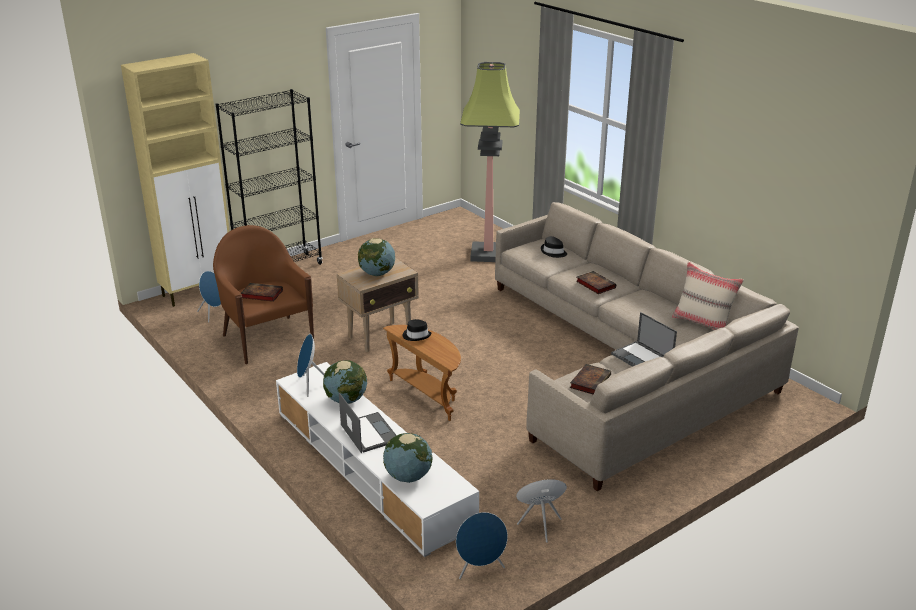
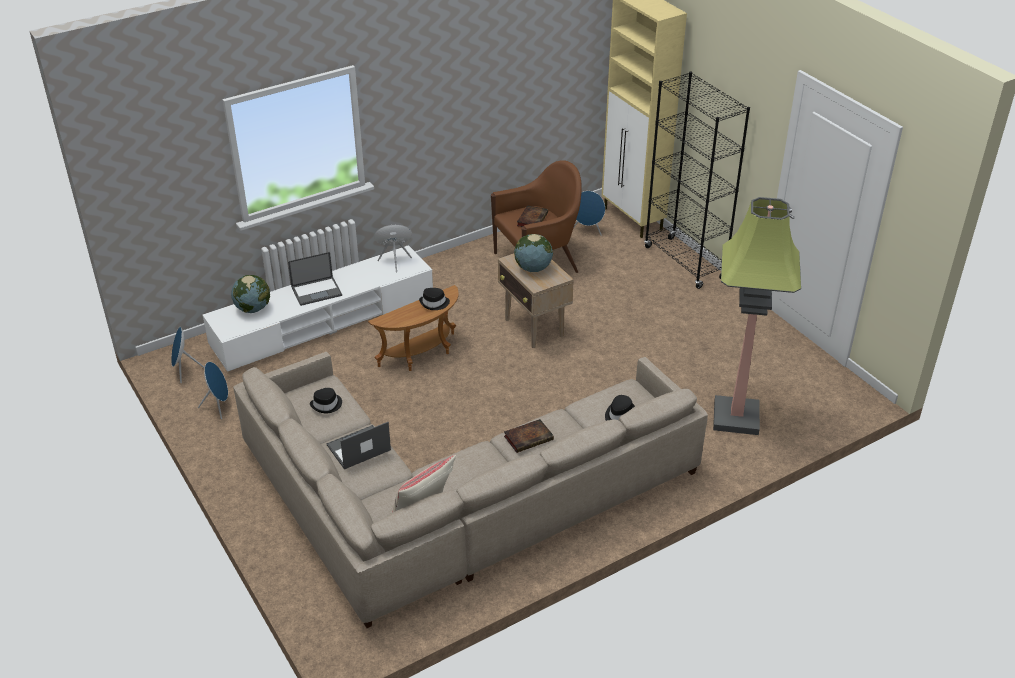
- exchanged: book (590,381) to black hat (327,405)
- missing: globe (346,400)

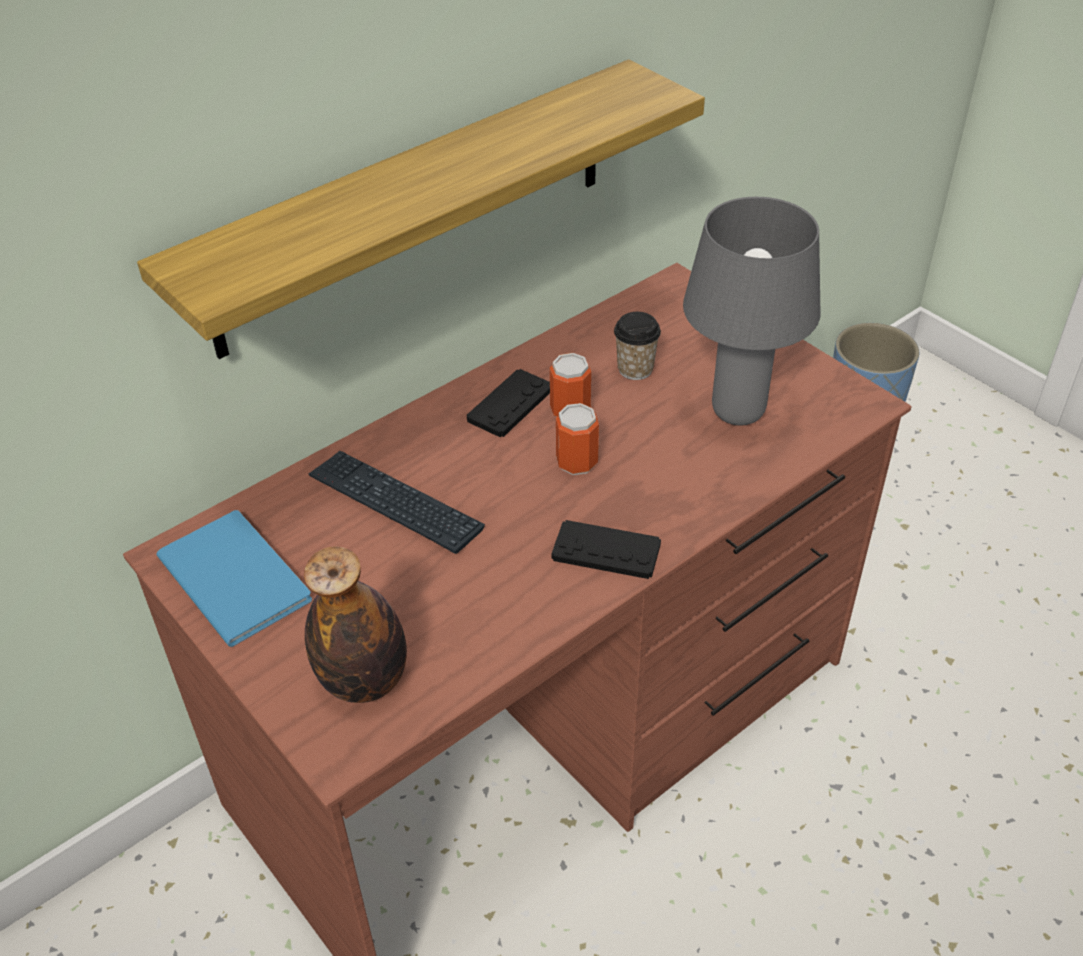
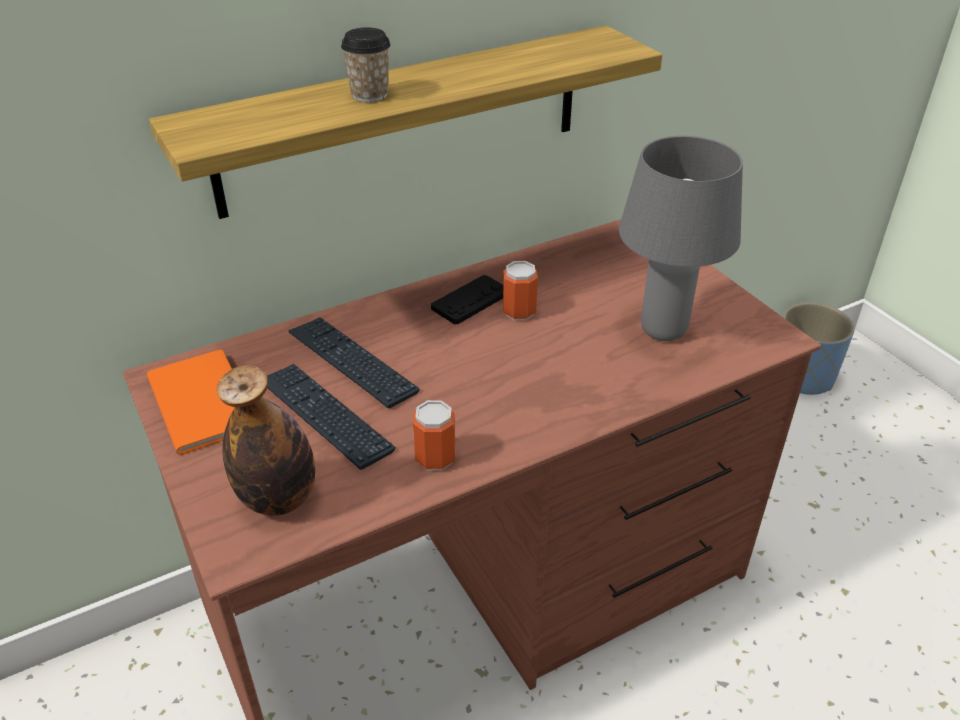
- colour: blue book (236,574) to orange book (204,399)
- appeared: keyboard (324,416)
- relocated: cup (635,369) to (369,95)
- relocated: can (577,462) to (435,458)
- missing: black game controller (606,551)

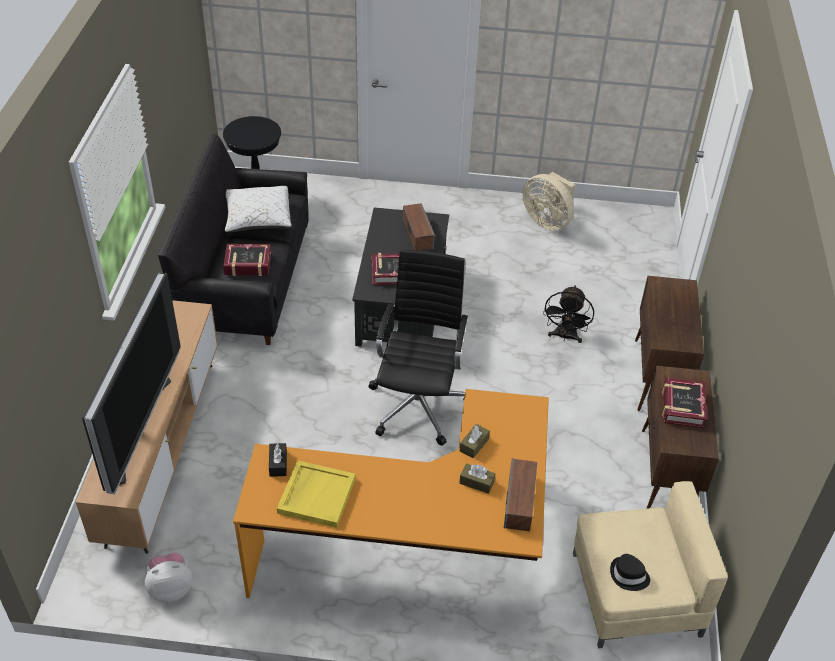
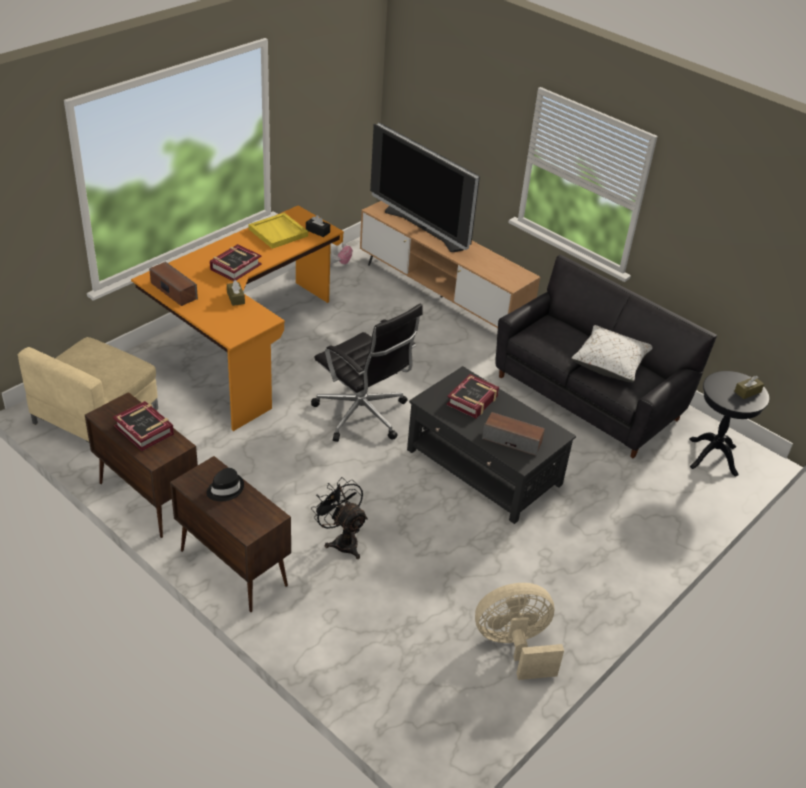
- relocated: black hat (628,576) to (225,489)
- relocated: book (248,264) to (235,267)
- relocated: brown tissue box (476,482) to (747,392)

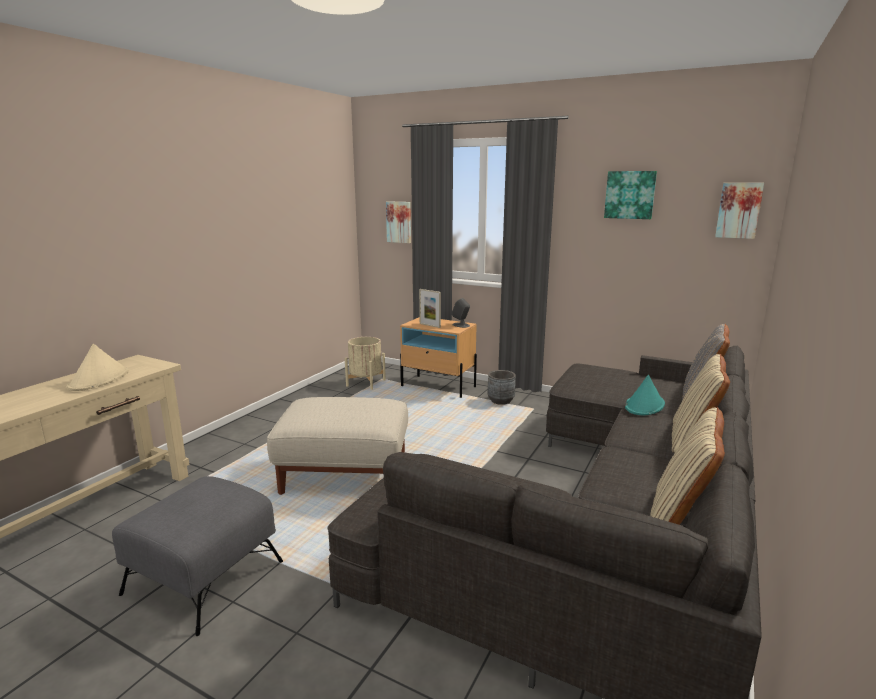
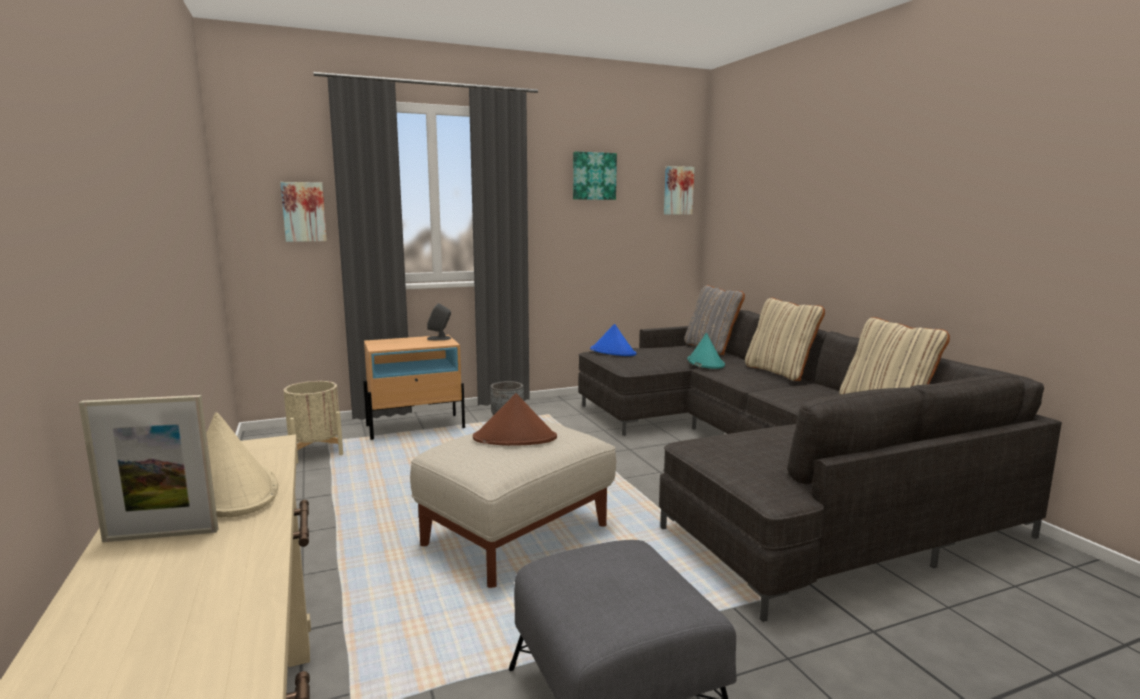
- relocated: picture frame (429,325) to (161,535)
- appeared: brown hat (515,438)
- appeared: blue hat (613,352)

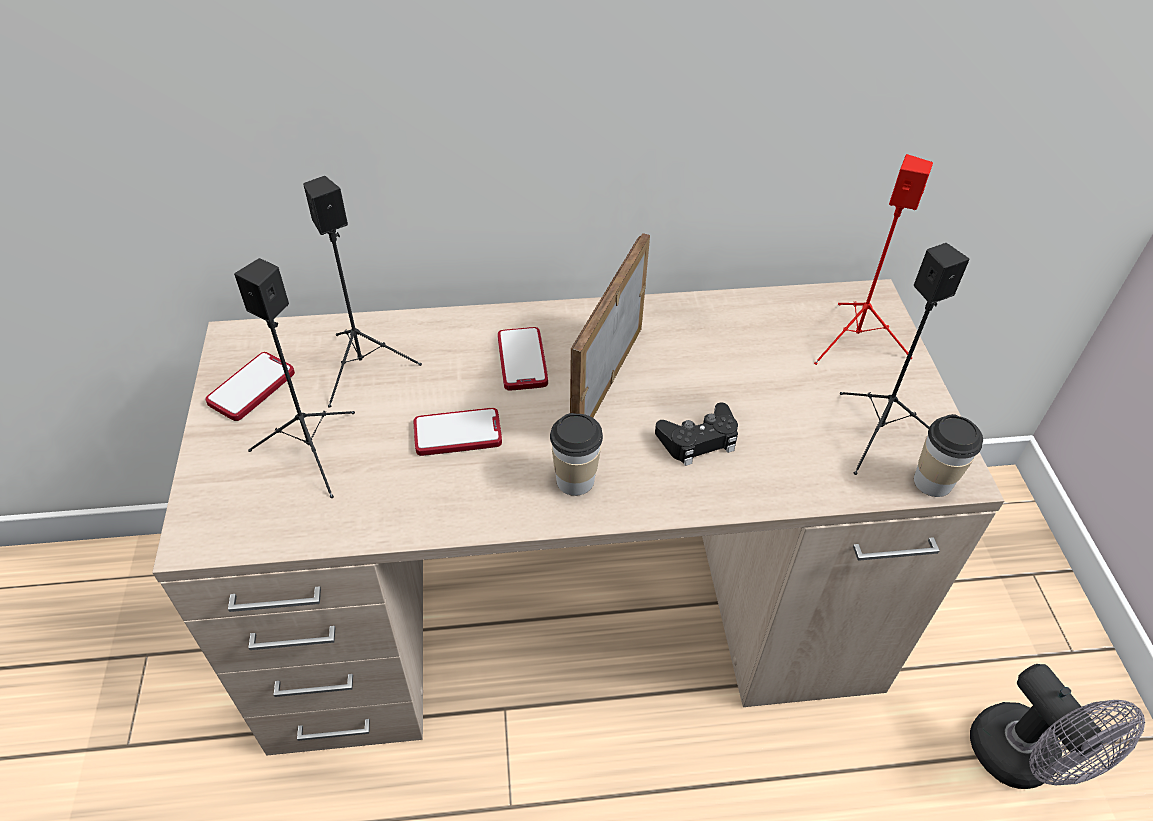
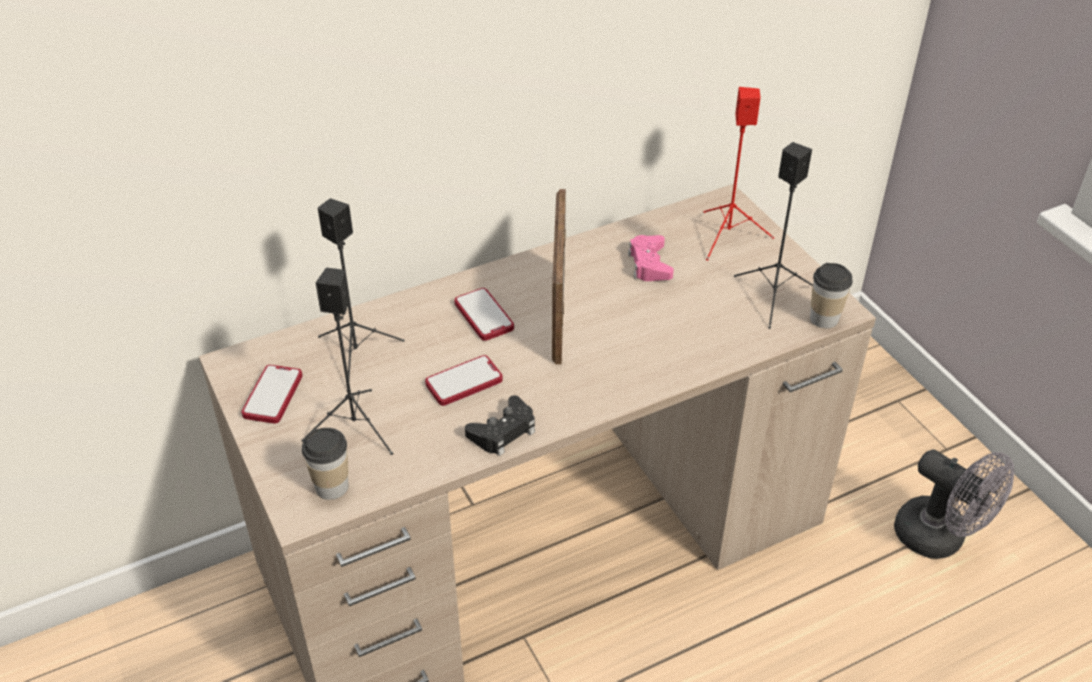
- relocated: cup (575,480) to (332,486)
- relocated: black game controller (698,440) to (503,432)
- appeared: pink game controller (649,264)

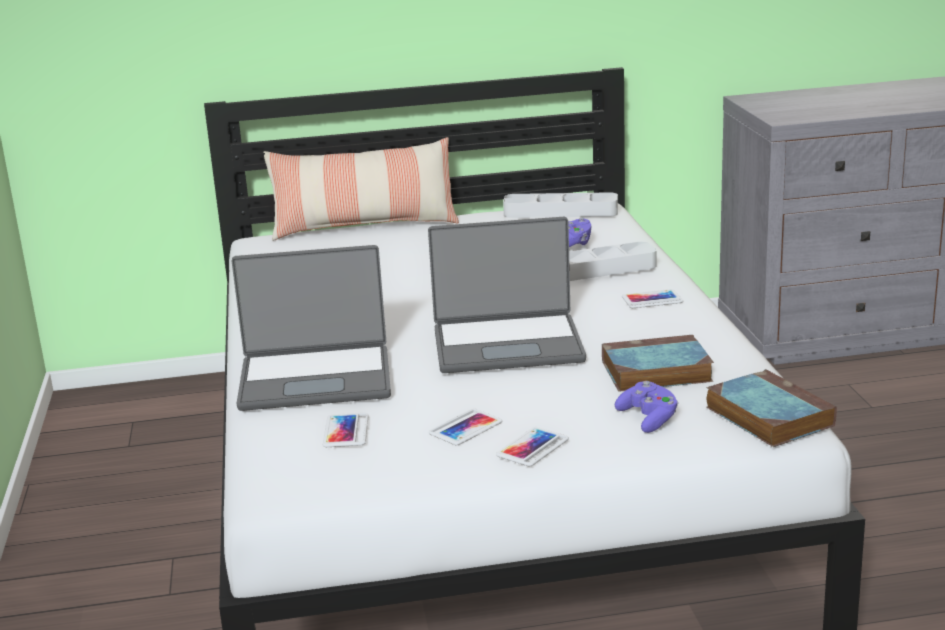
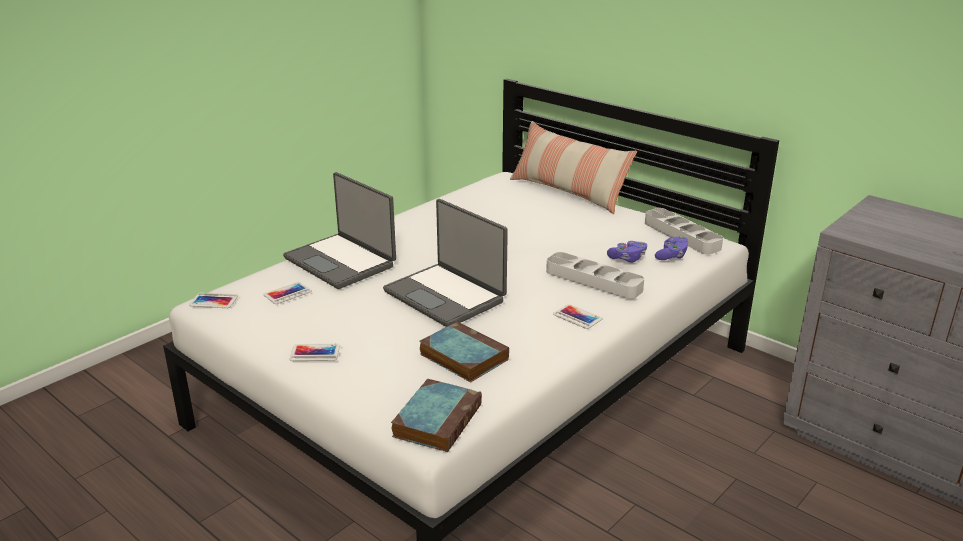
- relocated: phone (465,428) to (214,301)
- relocated: purple game controller (648,419) to (672,256)

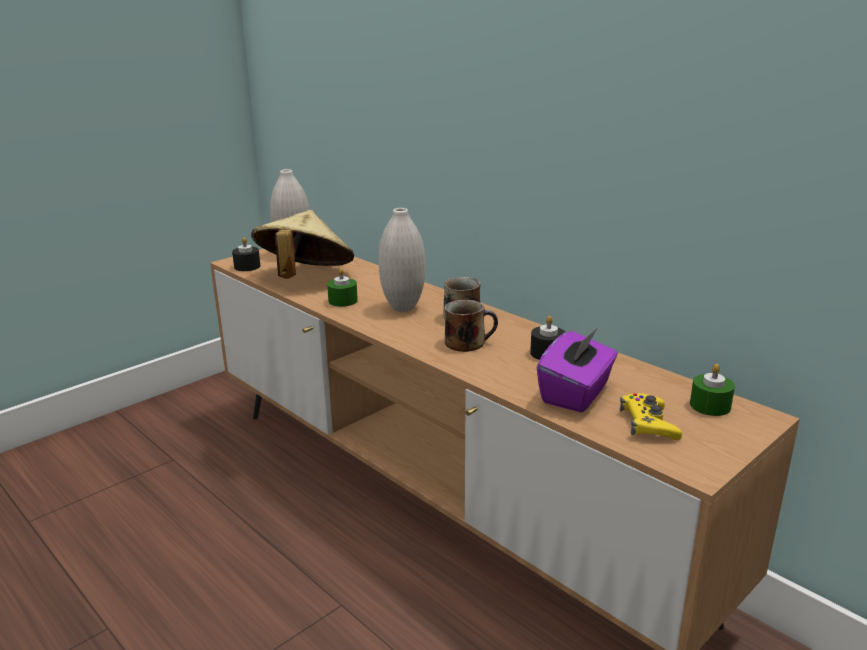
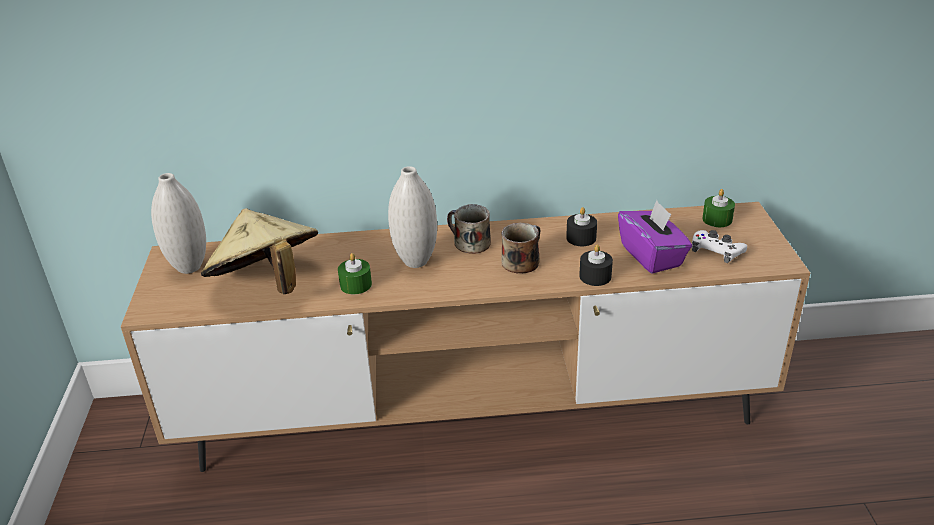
- relocated: black candle (247,266) to (595,276)
- colour: yellow game controller (648,424) to white game controller (716,251)

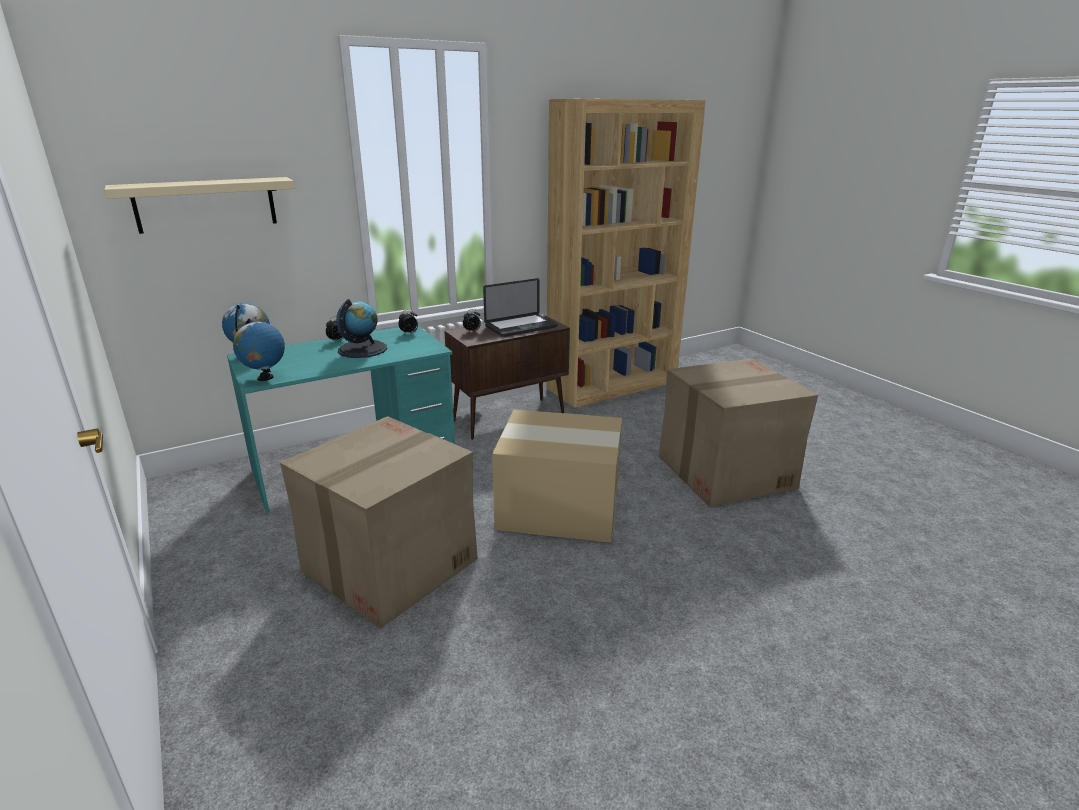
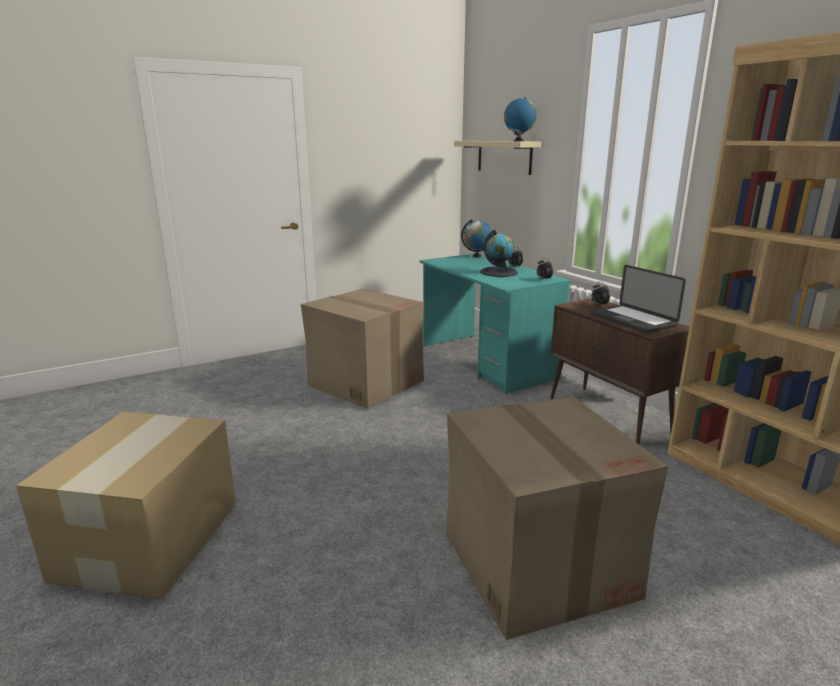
- relocated: cardboard box (557,507) to (151,538)
- relocated: globe (265,378) to (518,141)

